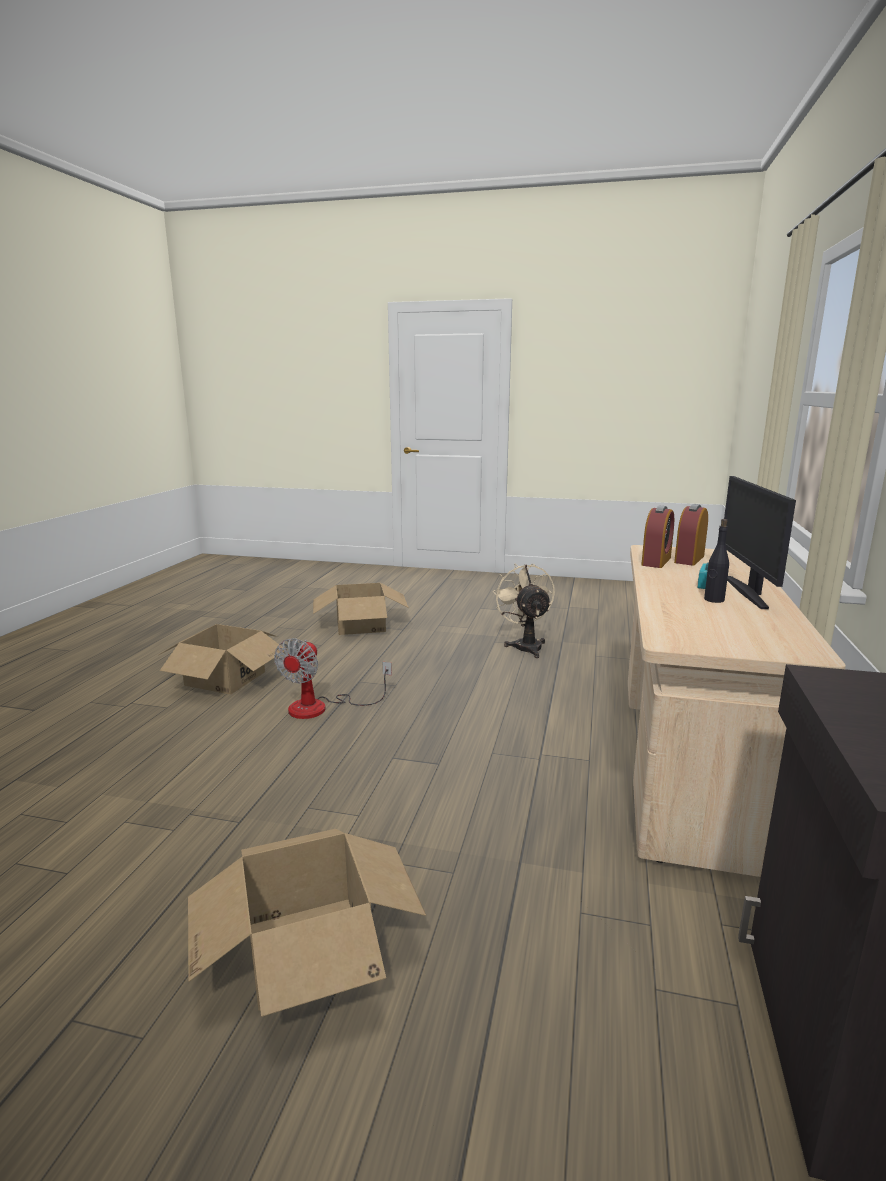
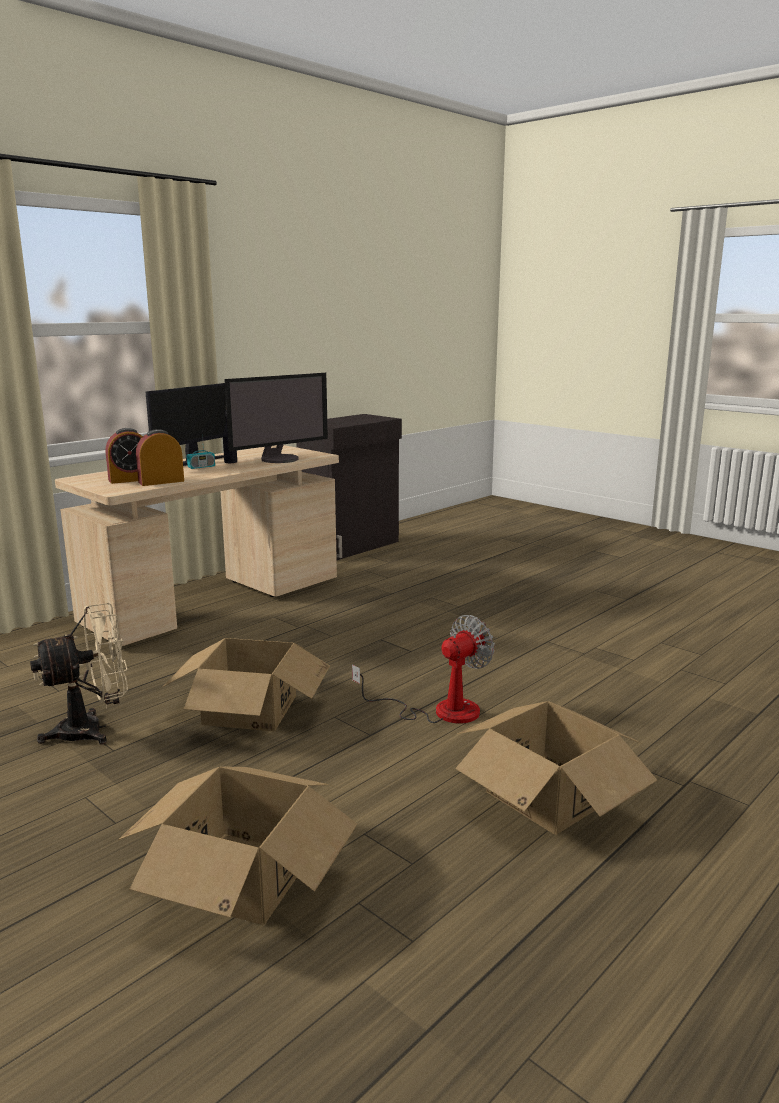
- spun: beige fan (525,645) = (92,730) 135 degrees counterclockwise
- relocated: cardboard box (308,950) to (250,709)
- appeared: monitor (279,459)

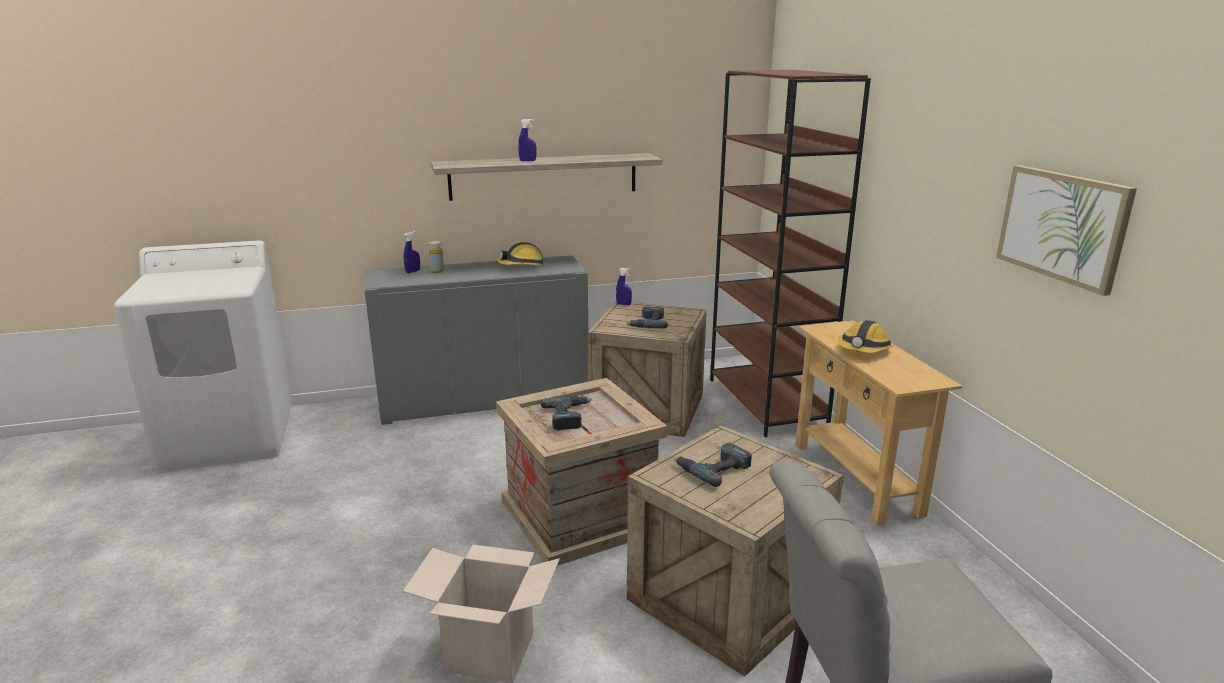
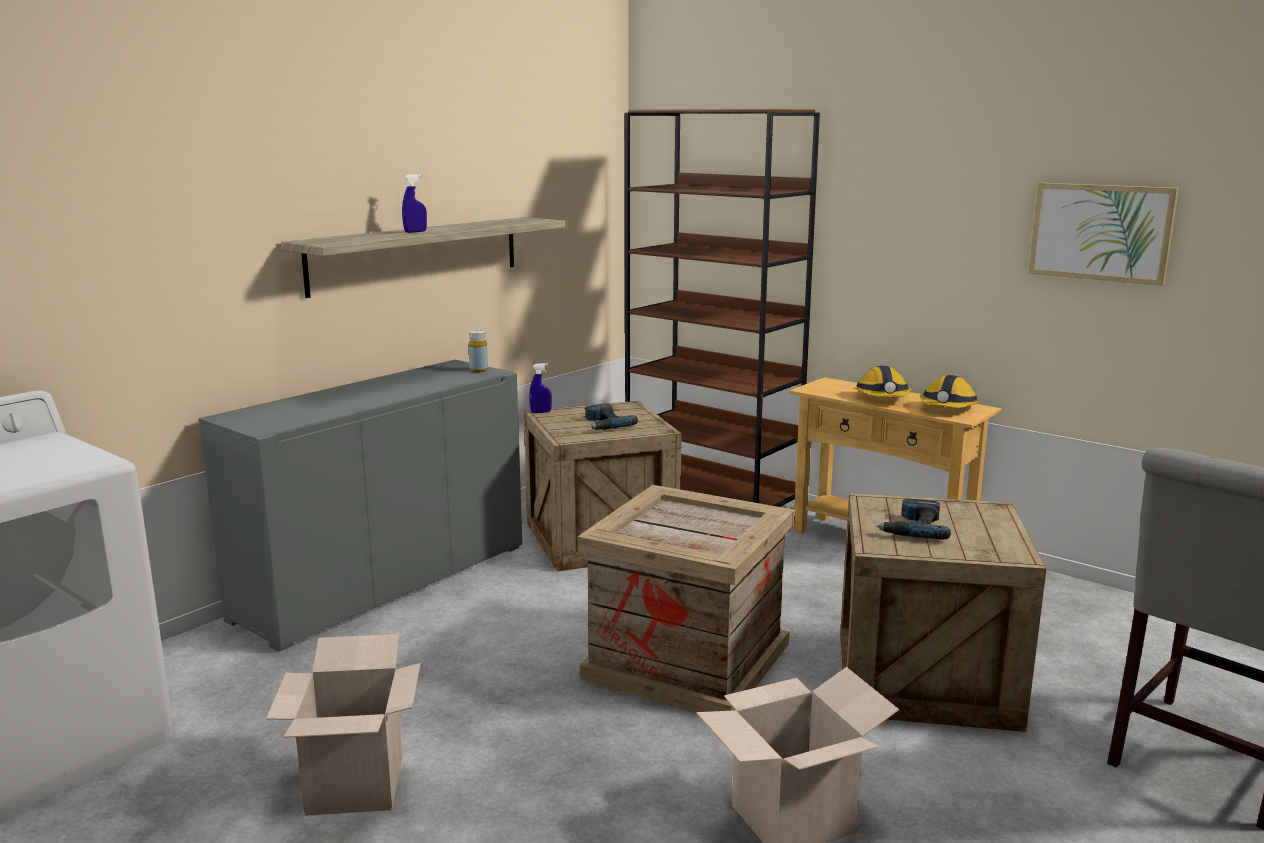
- appeared: cardboard box (355,785)
- relocated: yellow bottle (437,271) to (478,370)
- relocated: hard hat (521,266) to (948,409)
- missing: blue spray bottle (413,271)
- missing: power drill (569,416)

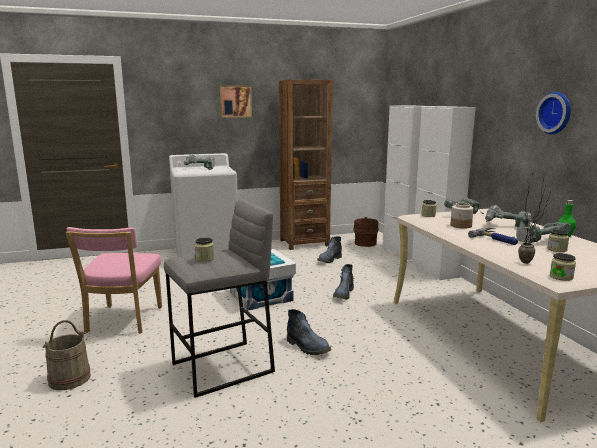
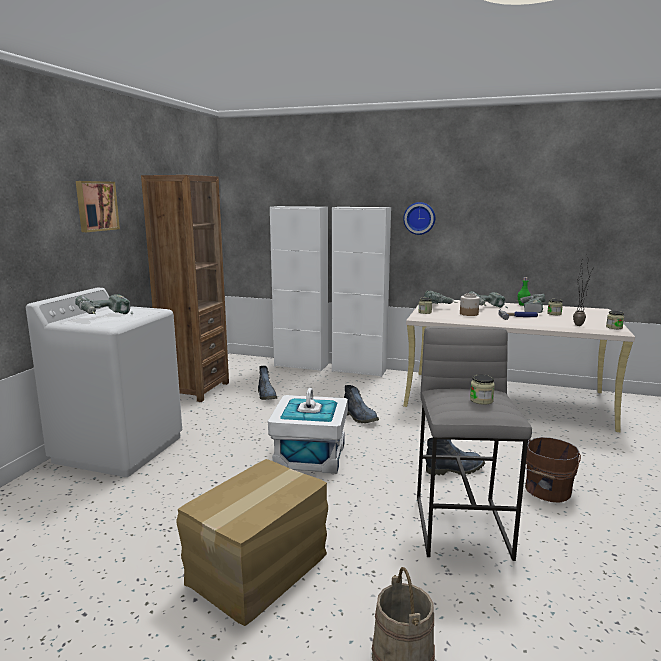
- exchanged: pink chair (122,321) to cardboard box (259,569)
- relocated: wall clock (556,113) to (419,218)
- relocated: brown bucket (364,243) to (547,490)

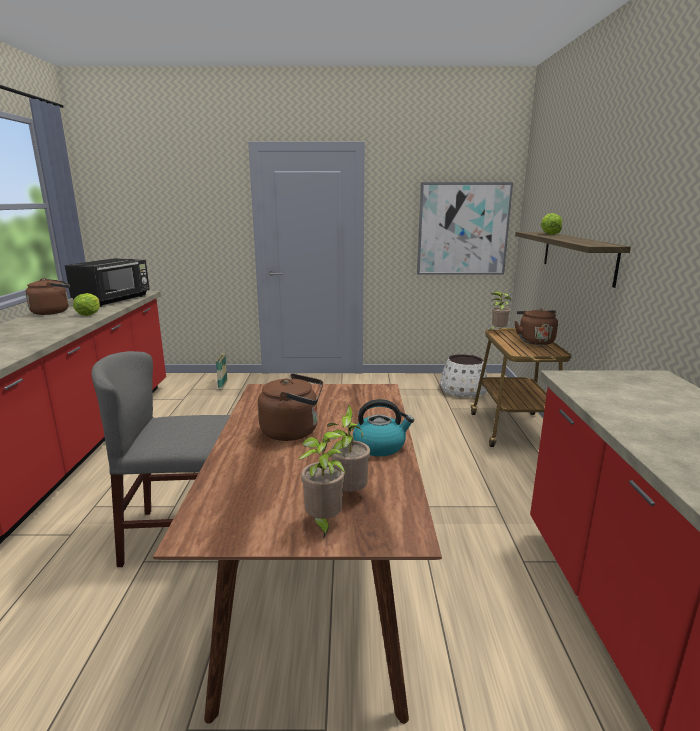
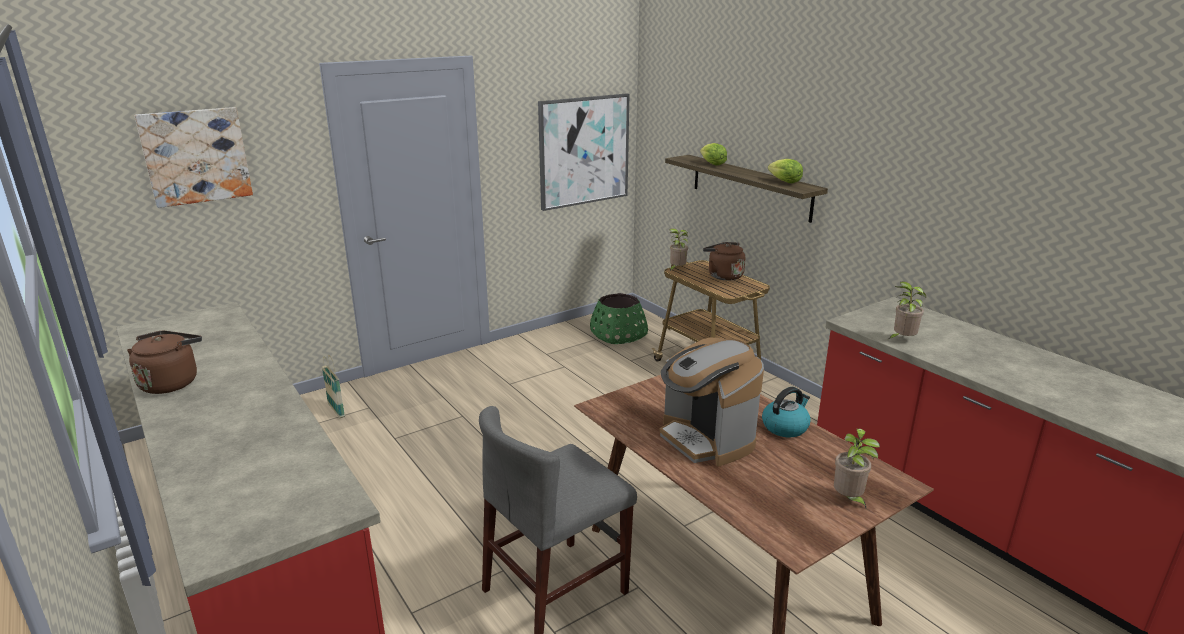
- appeared: picture (196,156)
- colour: white planter (463,390) to green planter (618,335)
- exchanged: brown kettle (293,431) to coffee machine (706,439)
- relocated: lettuce (89,314) to (784,182)
- relocated: potted plant (348,494) to (902,339)
- missing: black microwave (114,300)

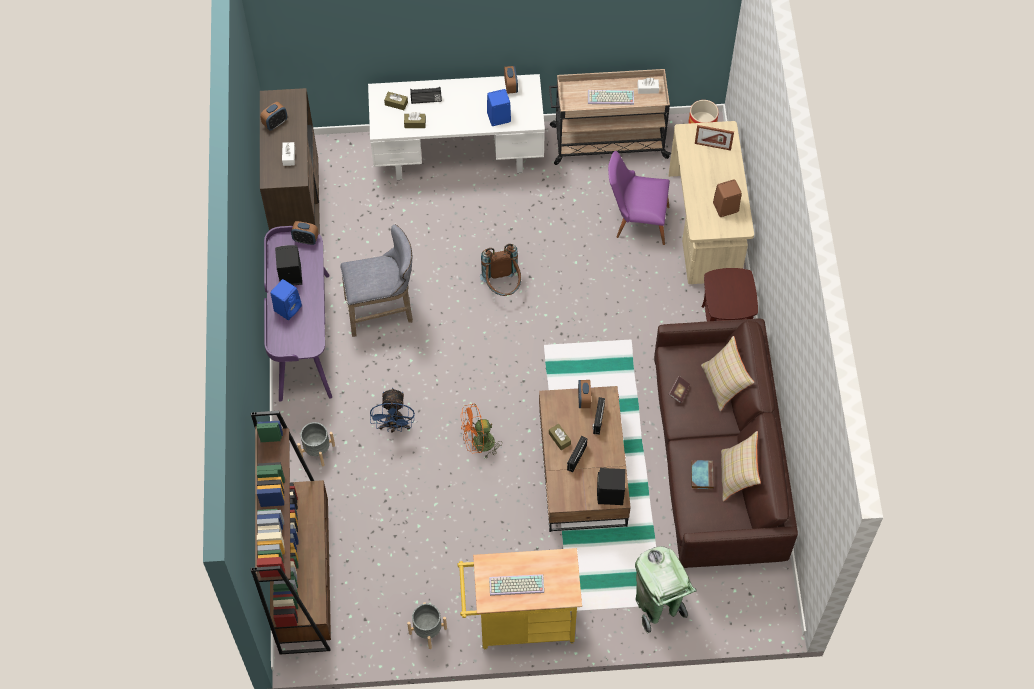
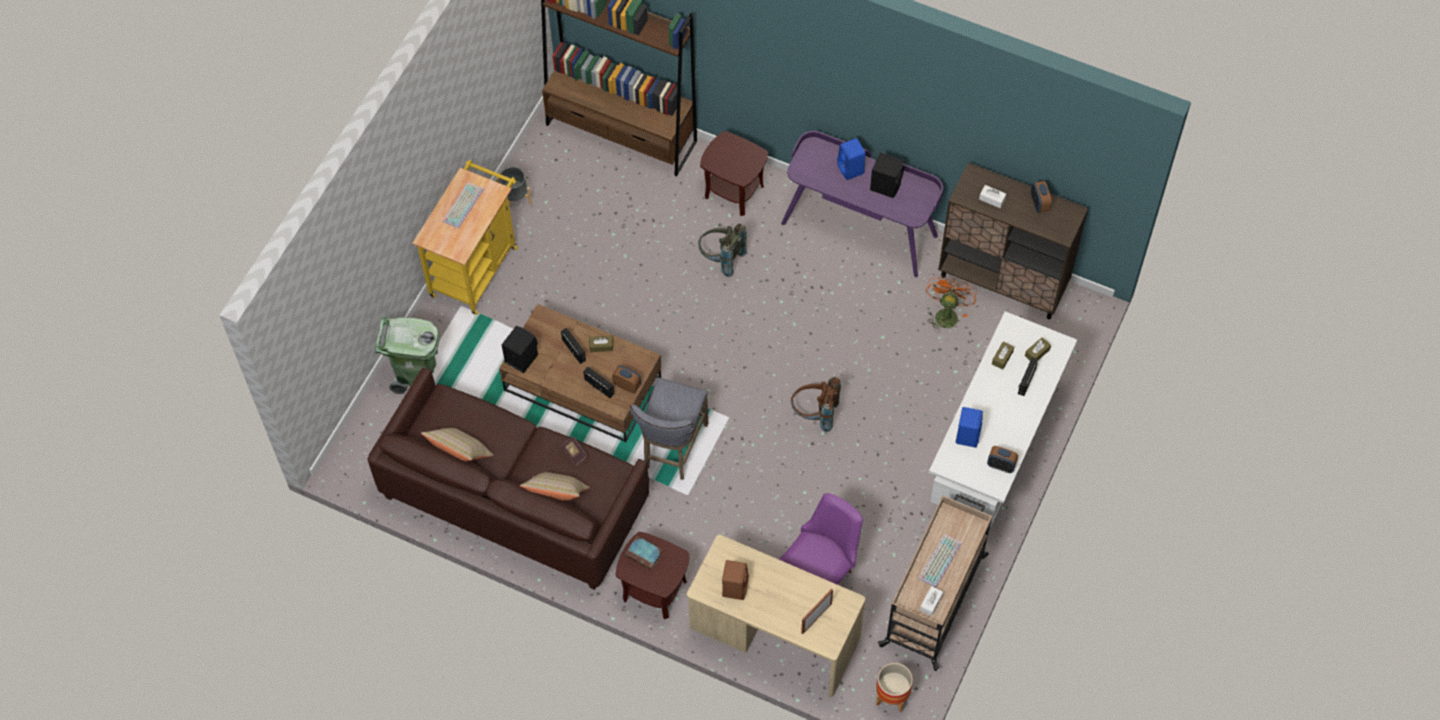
- relocated: book (701,475) to (645,554)
- relocated: grey stool (383,311) to (672,449)
- exchanged: blue fan (394,426) to grey backpack (721,259)
- exchanged: grey planter (317,451) to brown side table (734,191)
- relocated: orange fan (478,444) to (946,313)
- missing: alarm clock (305,239)

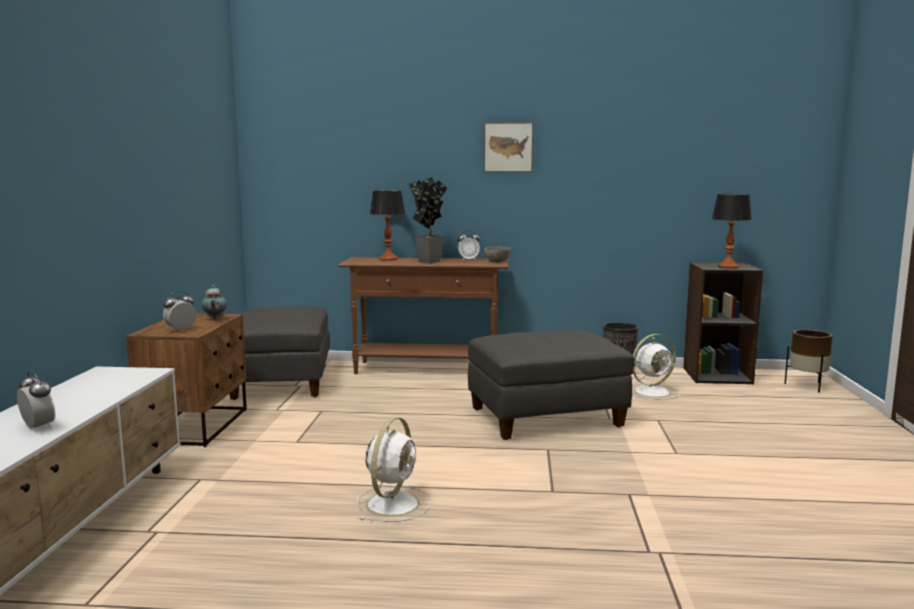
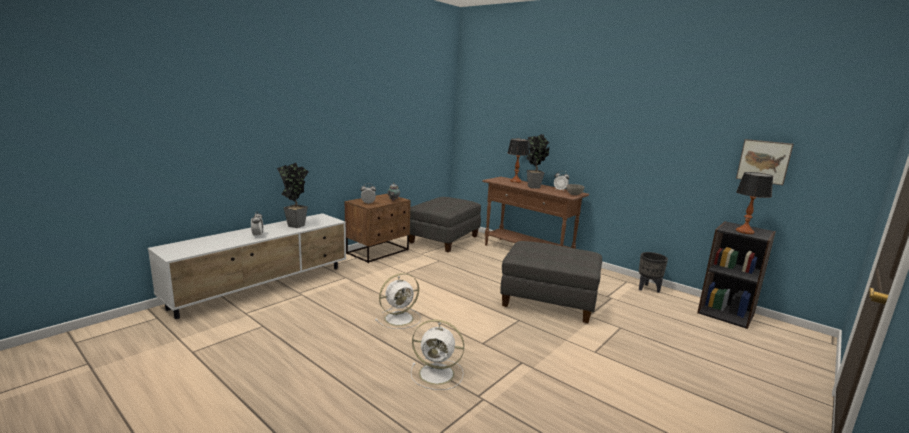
- appeared: potted plant (295,225)
- relocated: white fan (653,392) to (438,374)
- relocated: picture (508,147) to (764,161)
- missing: brown planter (807,386)

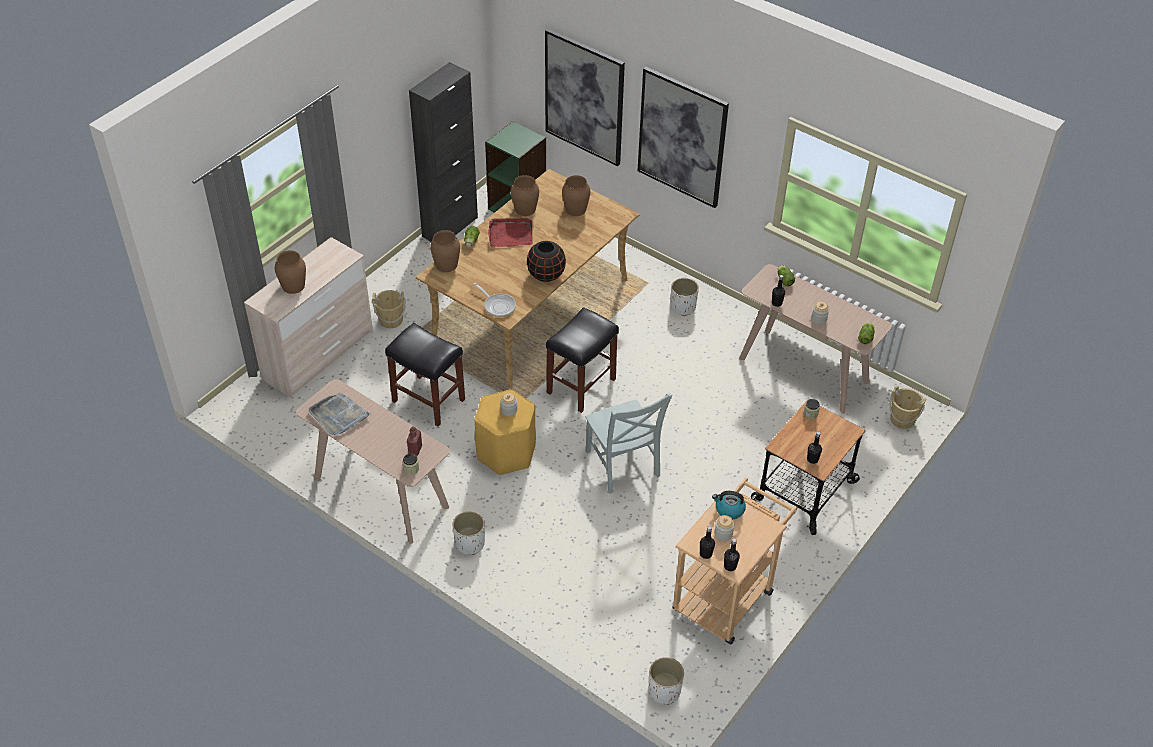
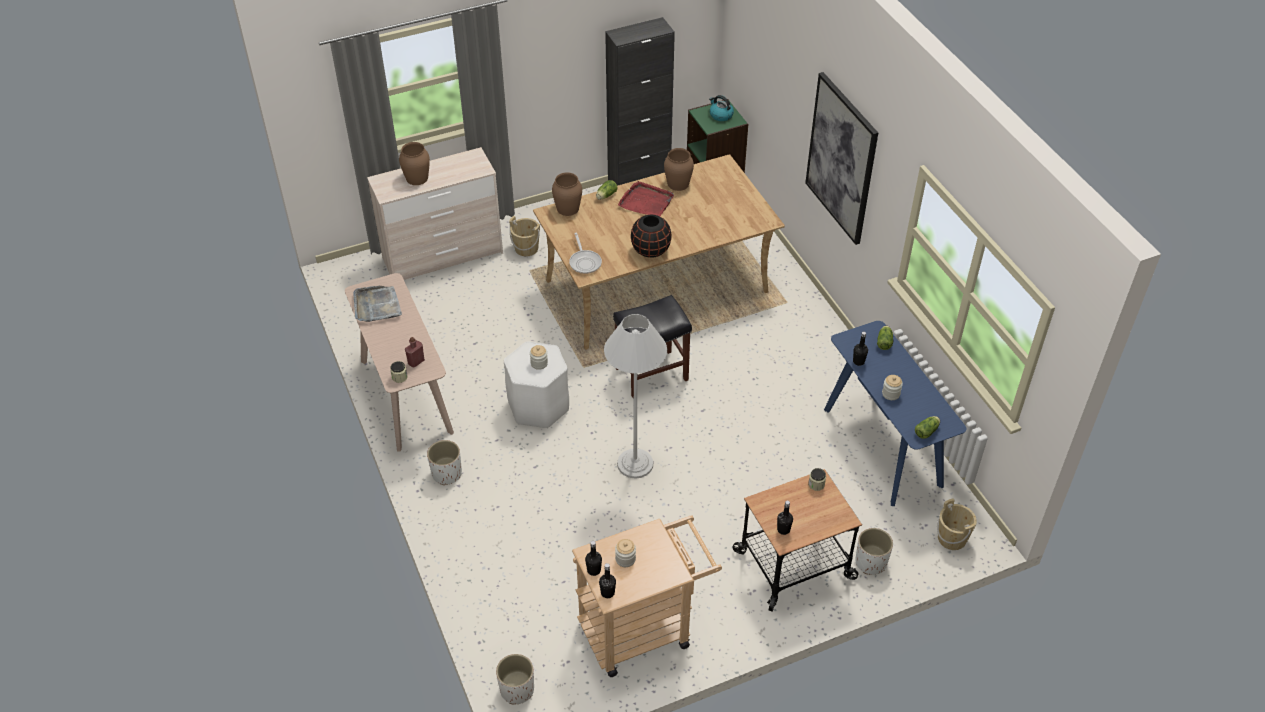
- colour: yellow stool (506,452) to white stool (538,406)
- exchanged: grey chair (623,466) to white floor lamp (635,464)
- relocated: kettle (729,510) to (720,115)
- colour: beige console table (804,370) to blue console table (883,447)
- relocated: white planter (682,307) to (870,562)
- missing: black stool (427,400)
- missing: picture (584,97)
- missing: brown vase (575,209)

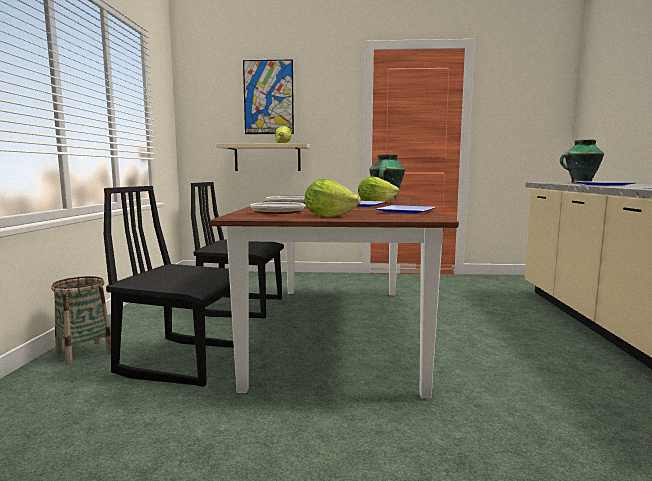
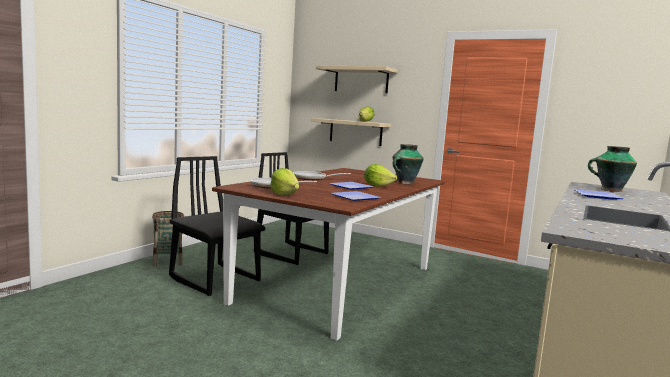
- exchanged: picture (268,97) to beige shelf (361,80)

